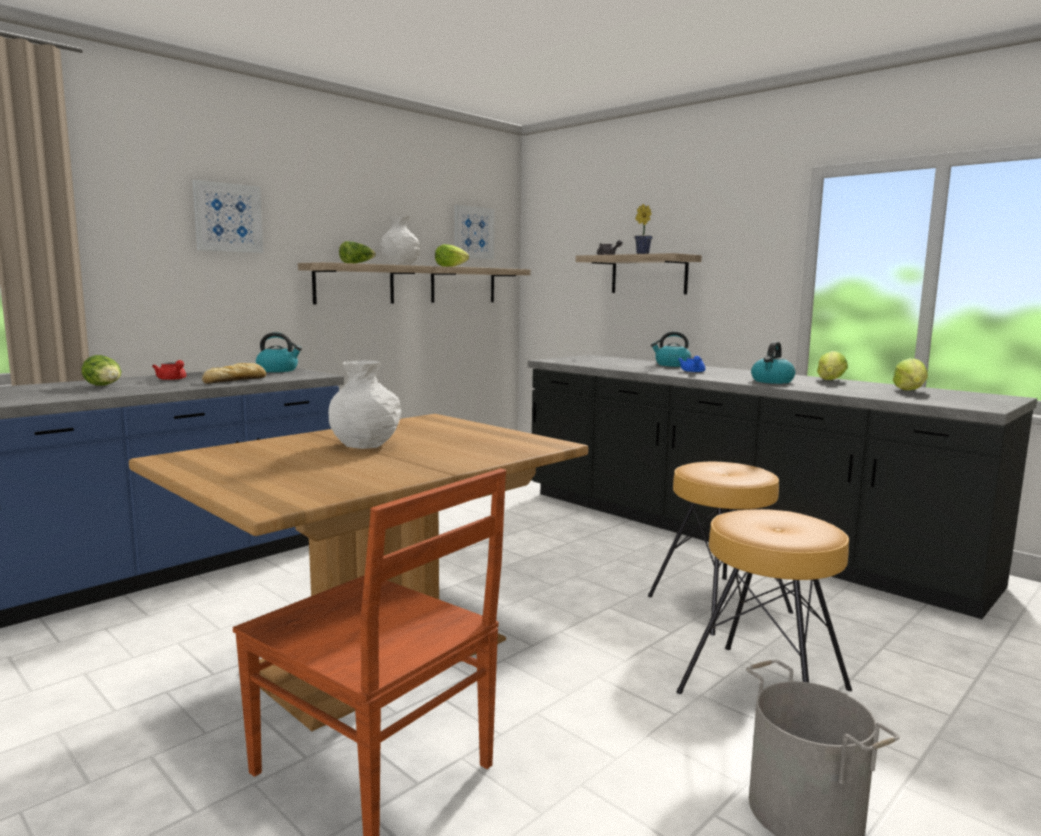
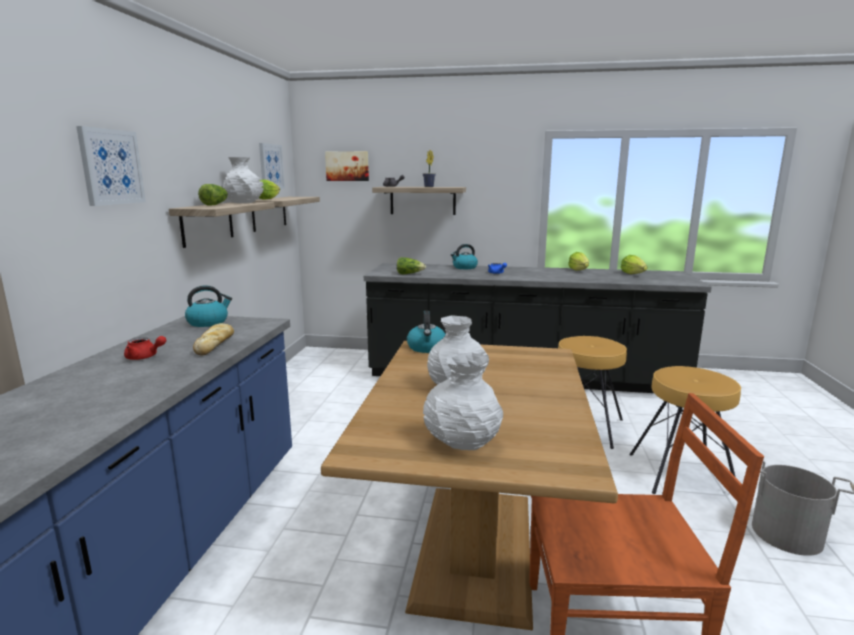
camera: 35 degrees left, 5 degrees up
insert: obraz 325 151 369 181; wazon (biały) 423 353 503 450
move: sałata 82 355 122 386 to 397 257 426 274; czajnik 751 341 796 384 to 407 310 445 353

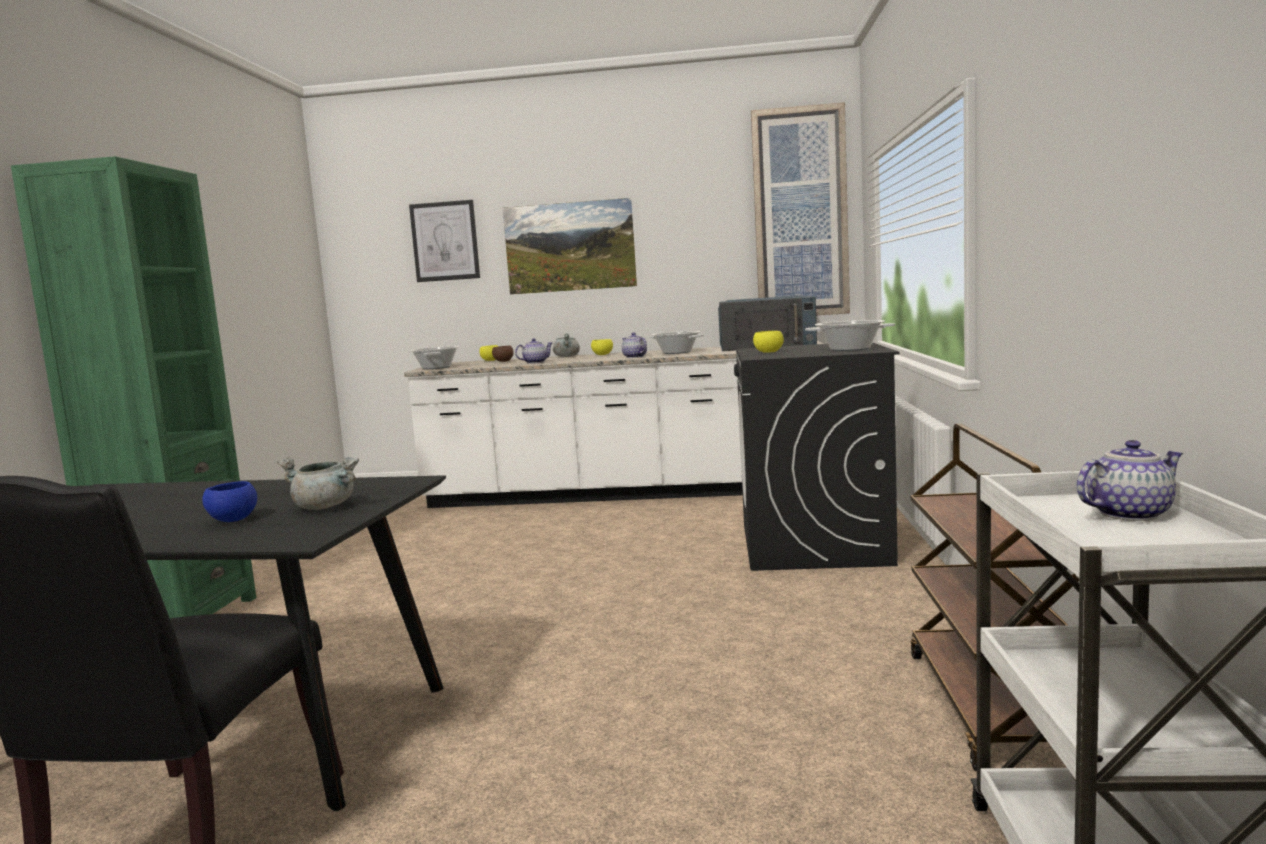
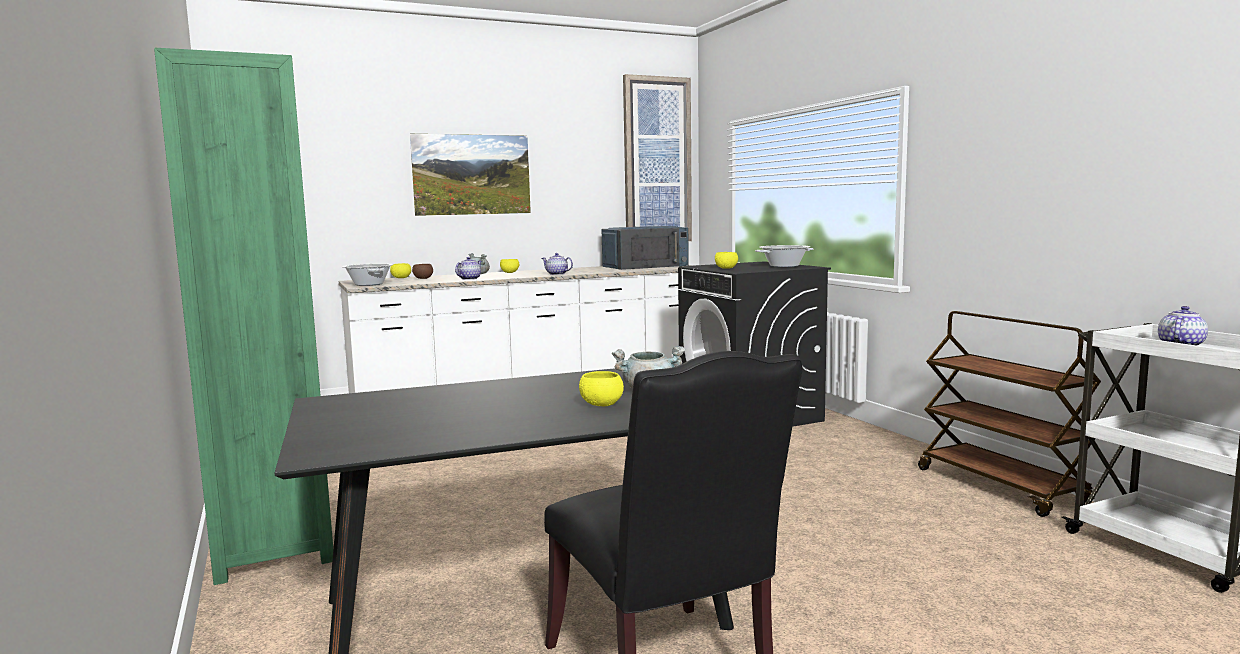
camera: 30 degrees left, 0 degrees up
delete: obraz 409 200 480 282; garnek 649 331 704 354
recolor: miska (niebieski) 202 481 257 522 to miska (żółty) 579 371 624 406

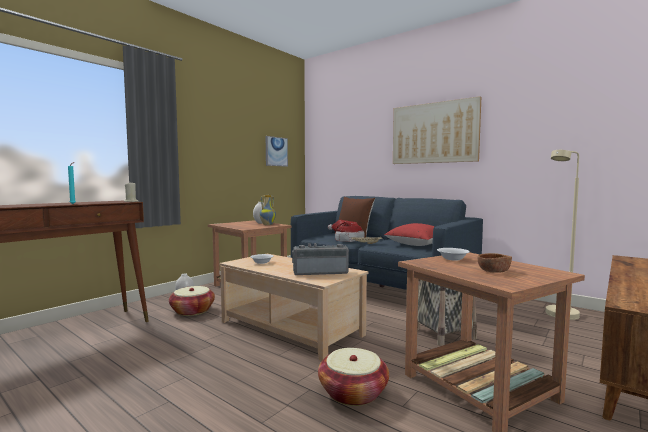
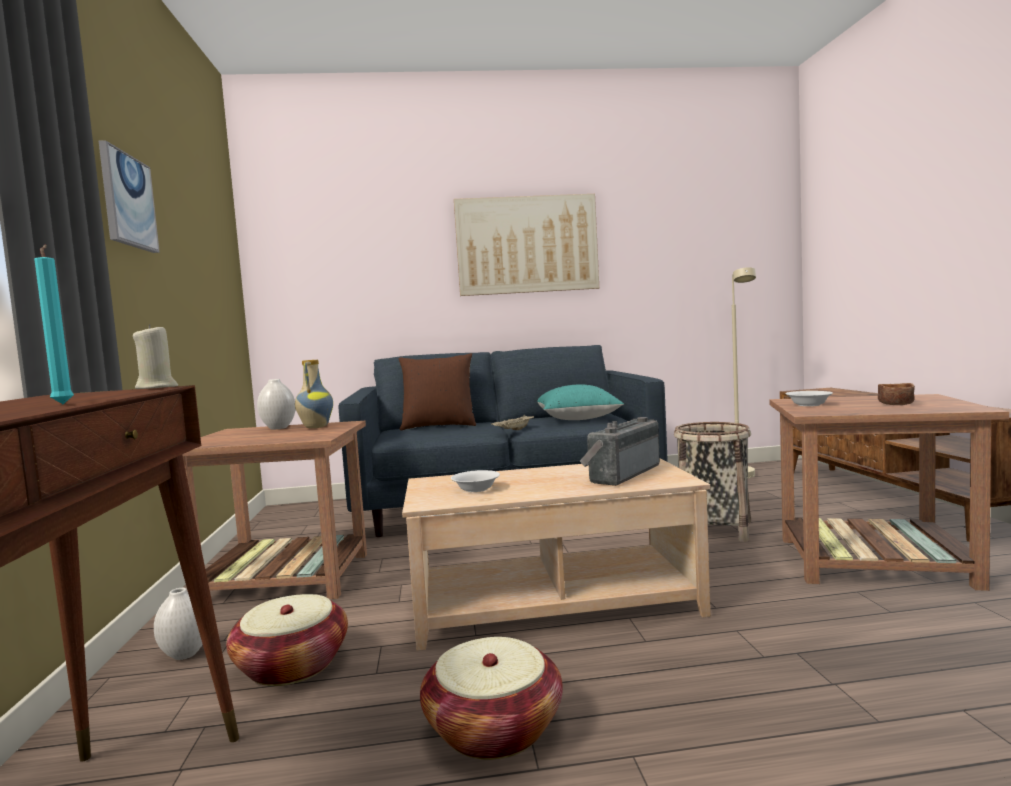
camera: 45 degrees left, 0 degrees up
delete: kapelusz 328 220 364 242
move: obraz 266 136 288 167 to 99 140 160 253; koszyk 318 348 389 406 to 420 637 563 760
recolor: poduszka (czerwony) 384 223 435 246 to poduszka (turkusowy) 537 384 624 420

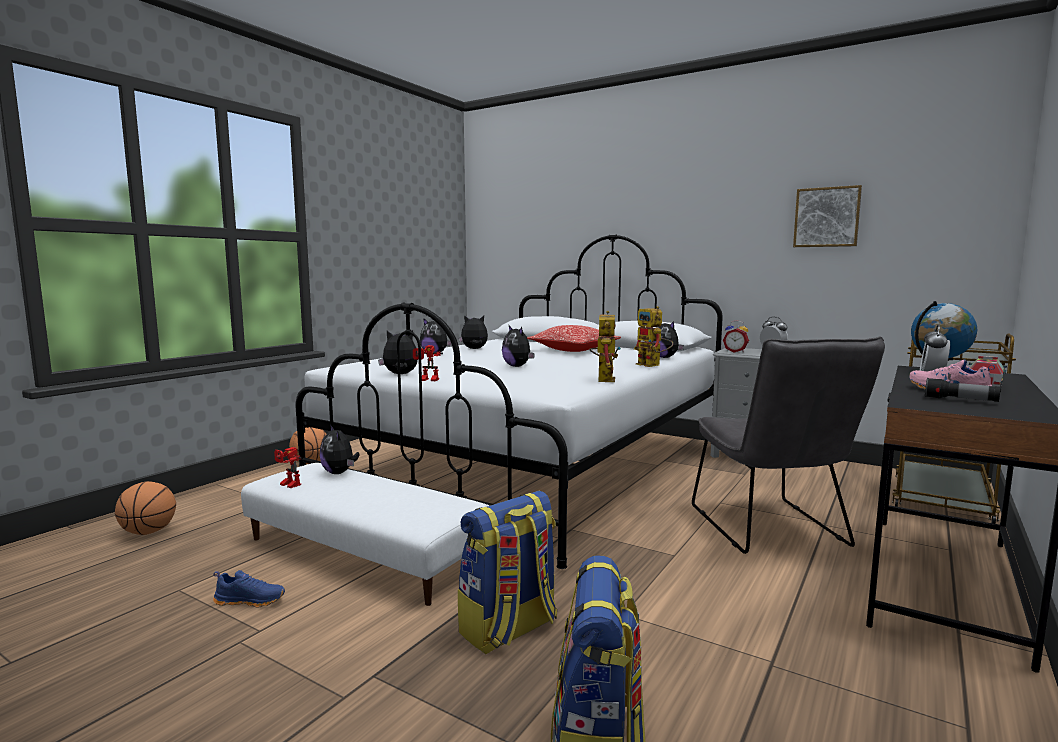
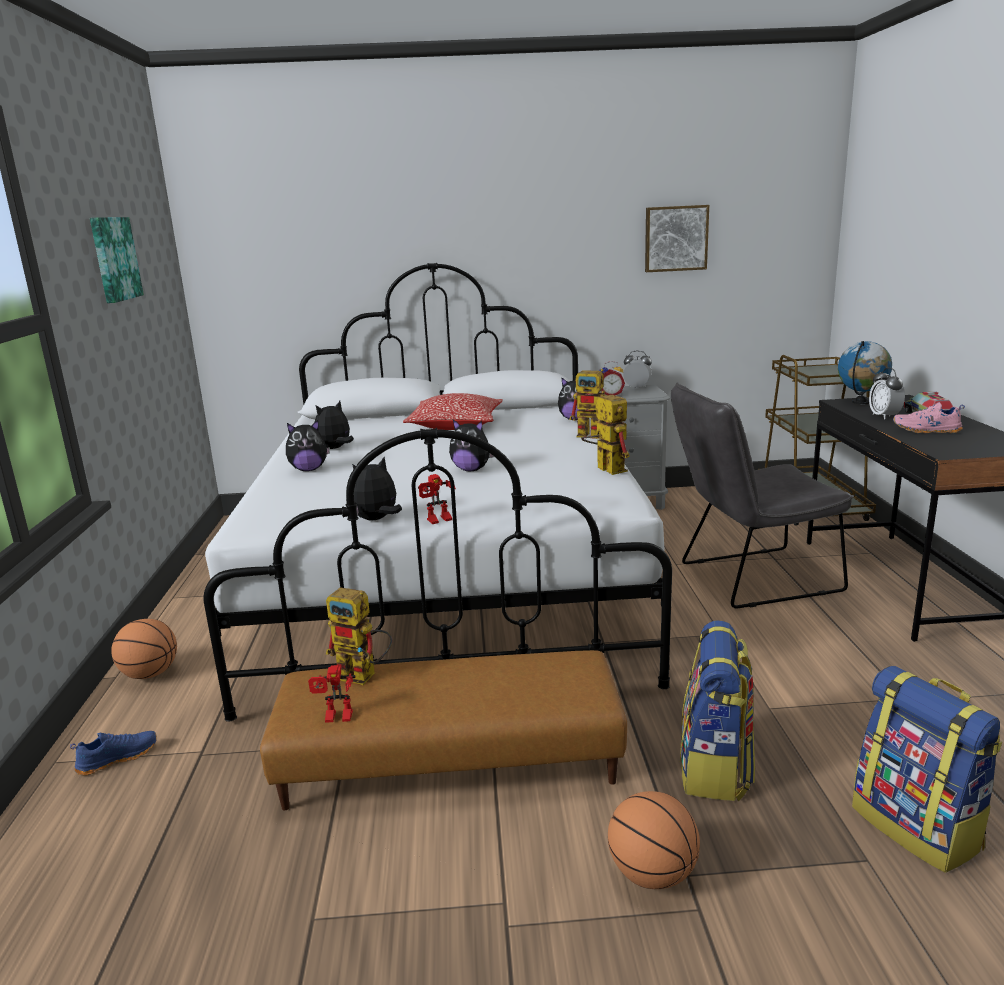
camera: 35 degrees left, 10 degrees up
delete: latarka 925 378 1001 402
insert: obraz 90 217 144 303
move: piłka do koszykówki 115 481 176 535 to 608 791 700 889; but (niebieski) 213 570 285 608 to 70 731 157 775
replace: pluszak 320 425 359 474 to robot zabawkowy 326 587 393 685
recolor: pufa (biały) 241 463 490 606 to pufa (brązowy) 260 650 627 810
rotate: krzesło (szary) 692 336 885 554 = 671 383 854 608 120 degrees clockwise

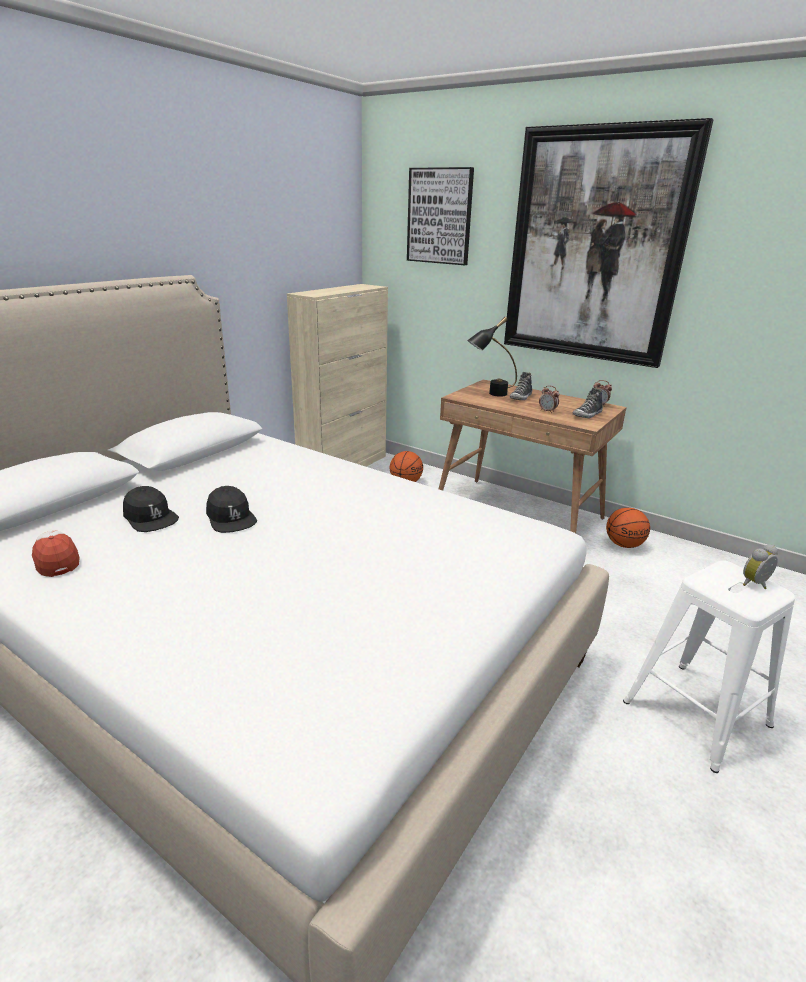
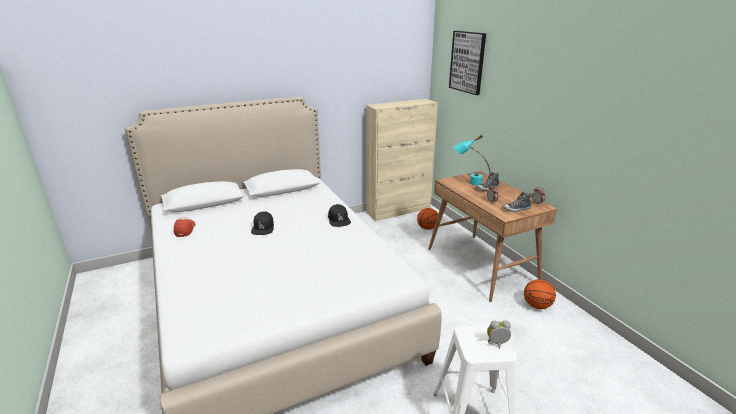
camera: 30 degrees right, 0 degrees up
delete: obraz 504 118 714 368
move: czapka z daszkiem (czarny) 123 486 179 532 to 328 204 351 227
recolor: lampa stołowa (czarny) 467 317 517 397 to lampa stołowa (turkusowy) 454 135 490 186

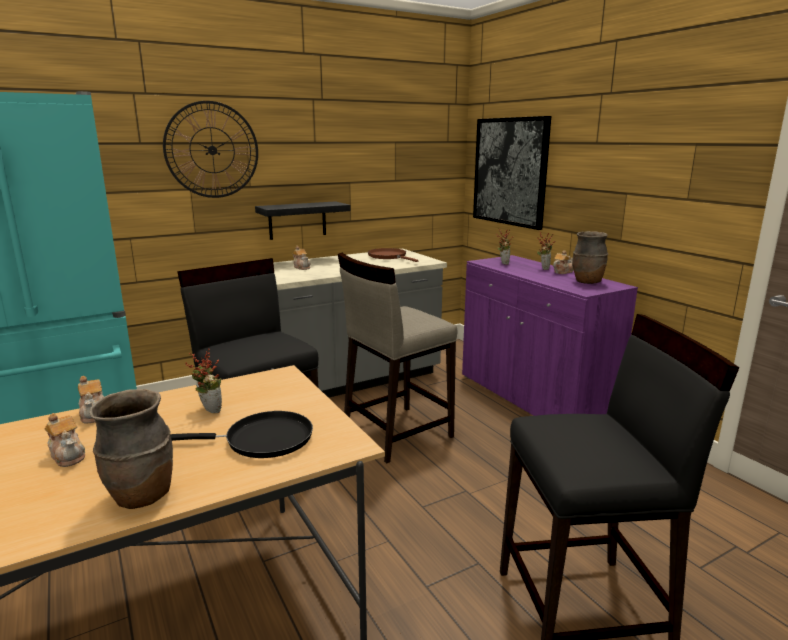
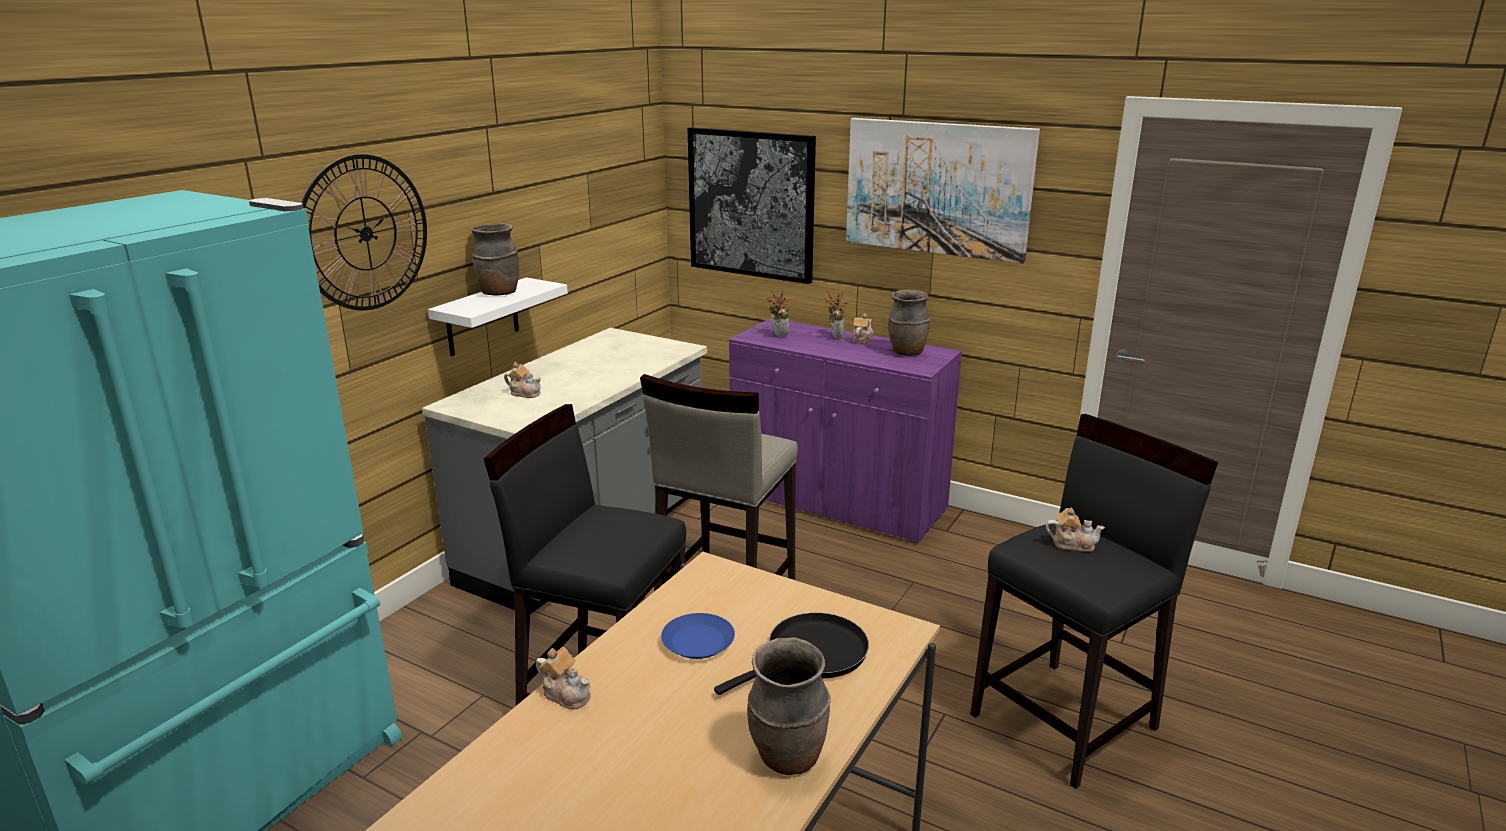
camera: 30 degrees left, 5 degrees up
delete: patelnia (brązowy) 368 248 418 262
insert: wazon (brązowy) 472 223 519 296; obraz 846 118 1040 264
move: imbryk 45 413 85 467 to 1046 508 1105 552
replace: roślina doniczkowa 185 349 222 413 to talerz (niebieski) 661 613 735 659
recolor: półka (czarny) 255 201 351 240 to półka (biały) 428 277 568 356

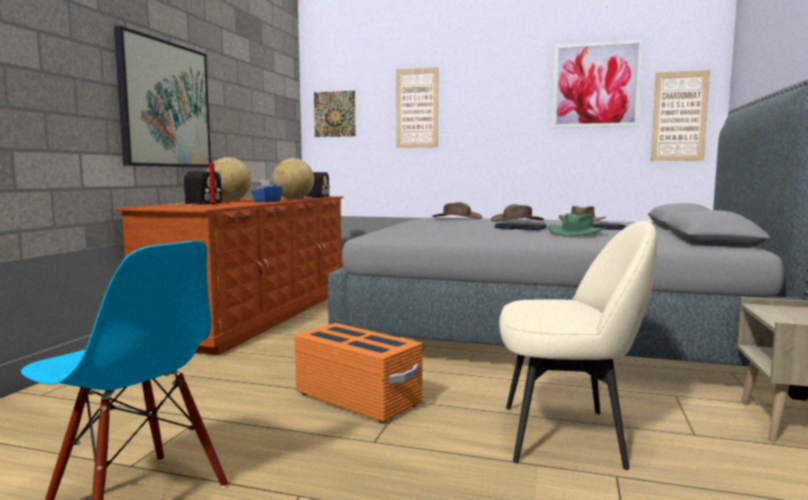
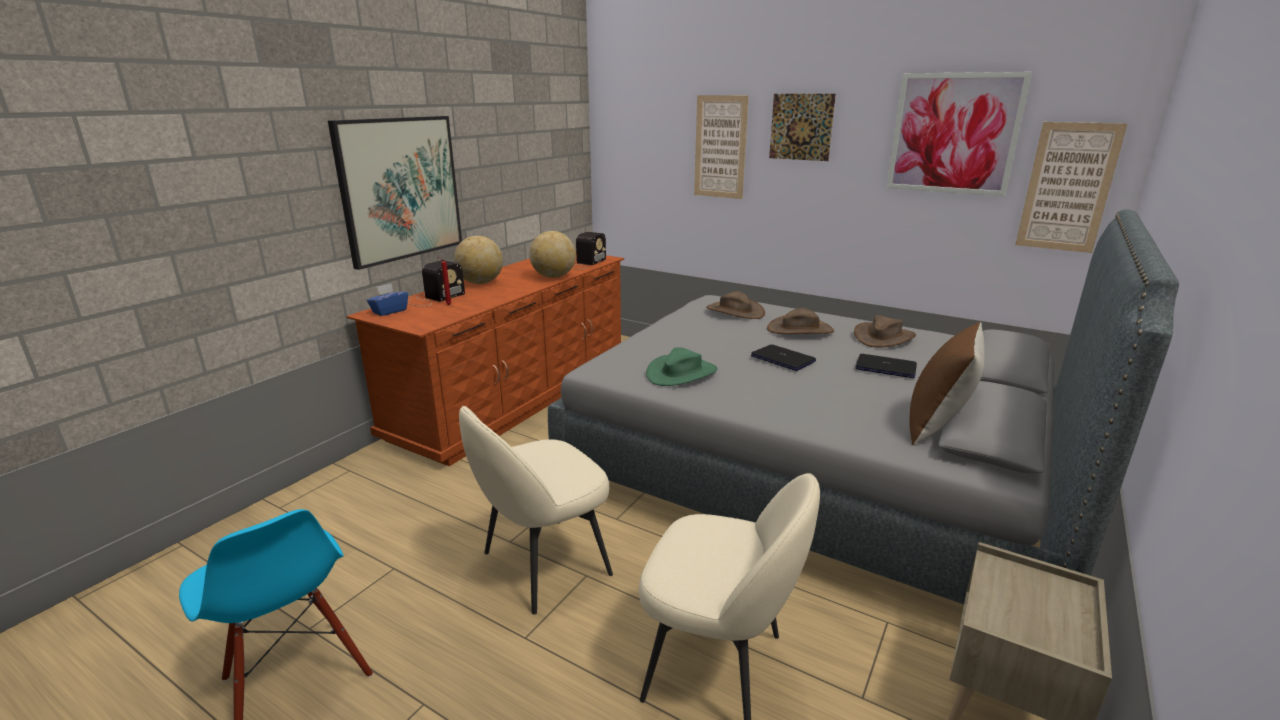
camera: 15 degrees right, 15 degrees up
insert: poduszka (brązowy) 909 322 985 445
move: pudełko chusteczek (niebieski) 251 179 283 202 to 367 284 408 316; obraz 314 91 356 137 to 769 94 836 161; kapelusz (zielony) 548 213 607 237 to 646 347 718 386
replace: pojemnik do przechowywania (pomarańczowy) 295 323 423 423 to krzesło (beżowy) 459 406 613 615

